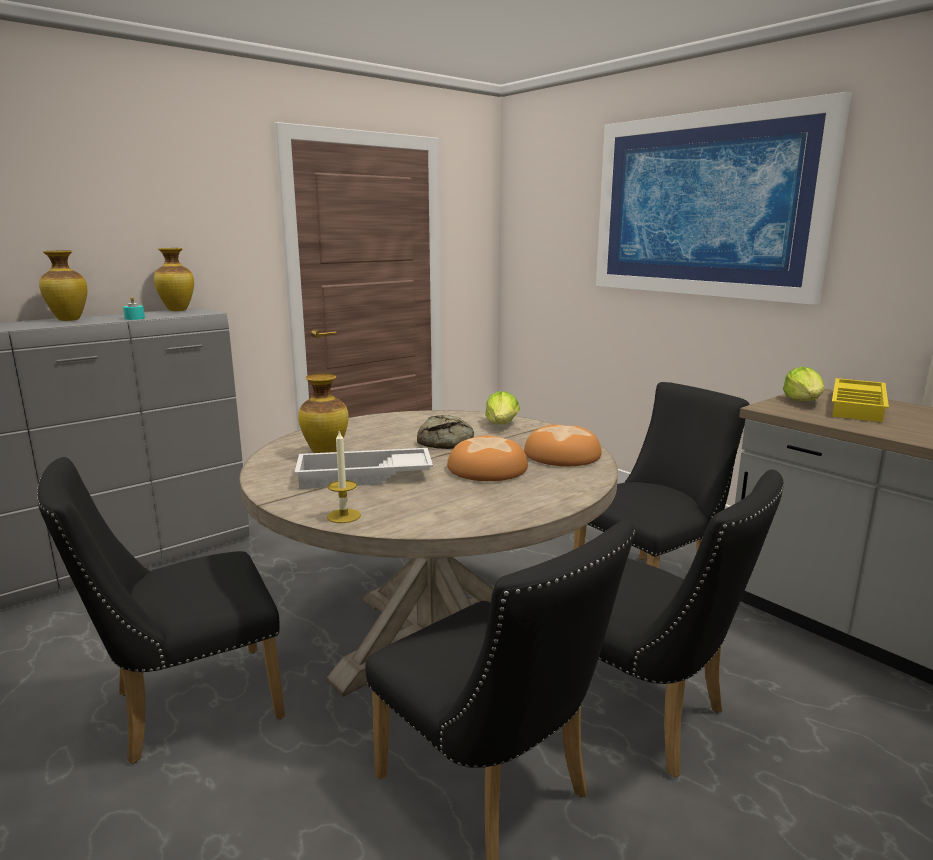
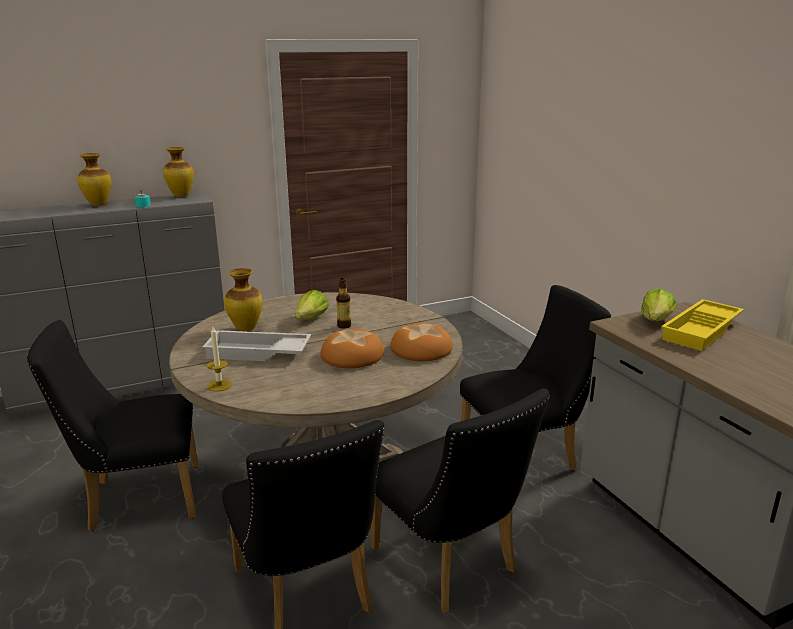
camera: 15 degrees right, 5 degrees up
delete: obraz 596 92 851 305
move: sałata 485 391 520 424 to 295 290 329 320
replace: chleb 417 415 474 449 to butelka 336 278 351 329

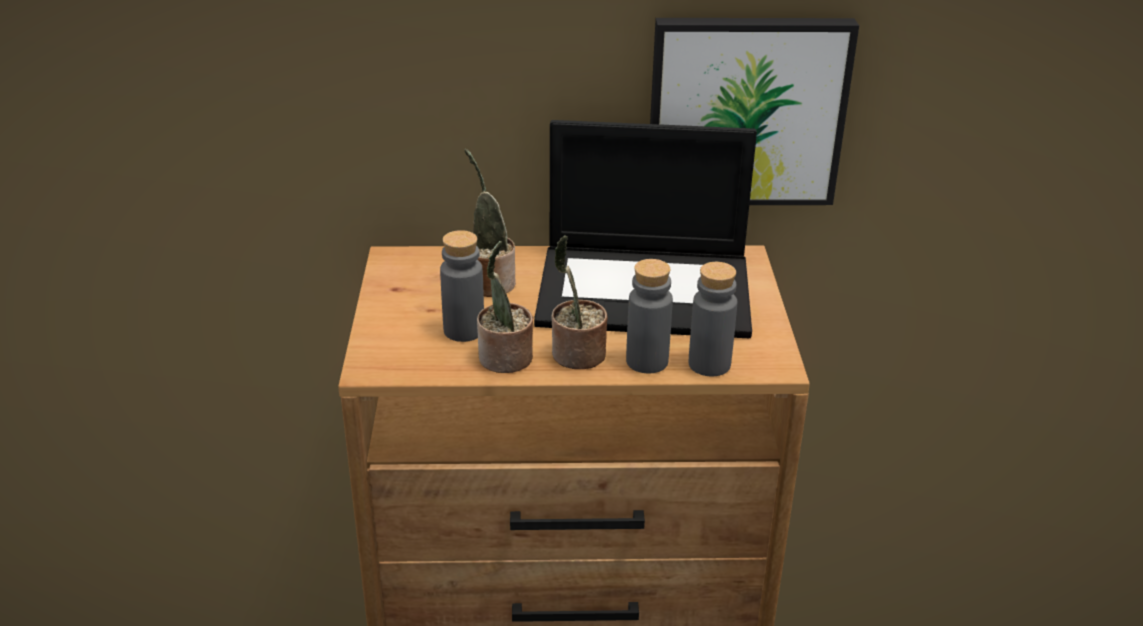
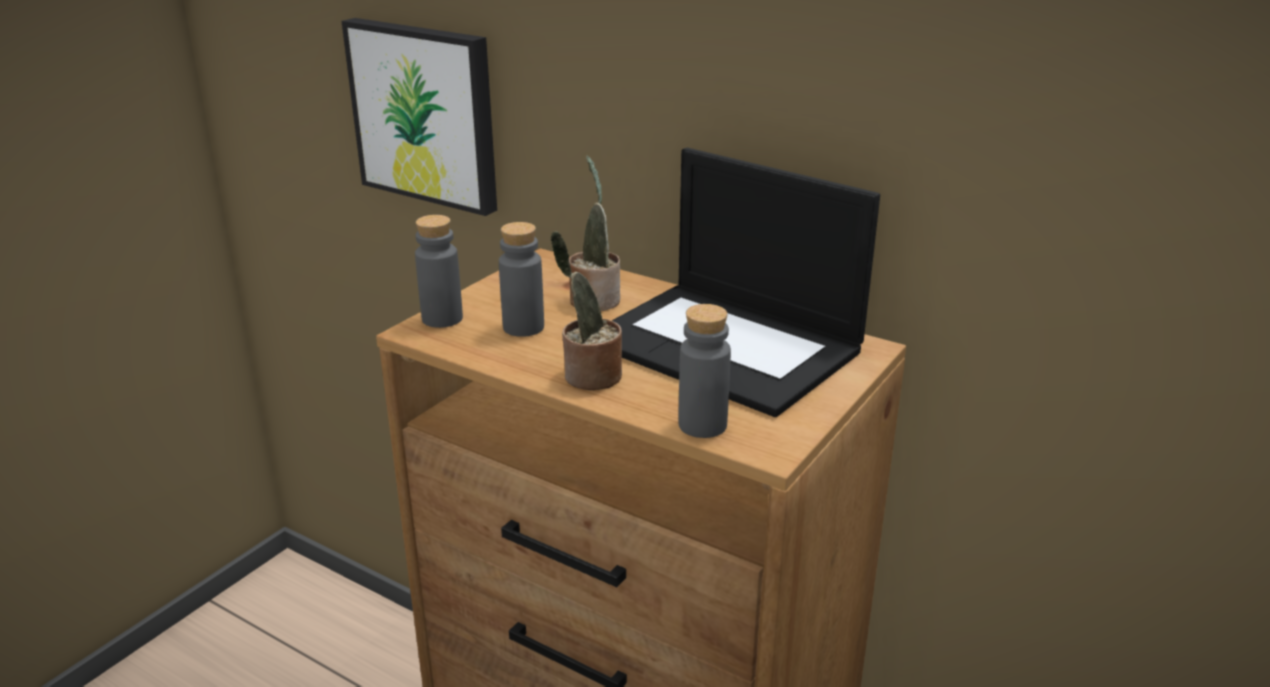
camera: 35 degrees right, 5 degrees down
delete: roślina doniczkowa 477 241 533 373
move: butelka (szary) 626 259 673 373 to 415 215 463 328; obraz 650 18 859 205 to 341 18 497 216

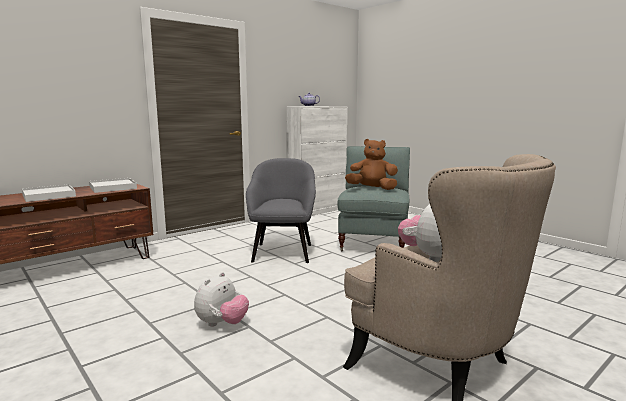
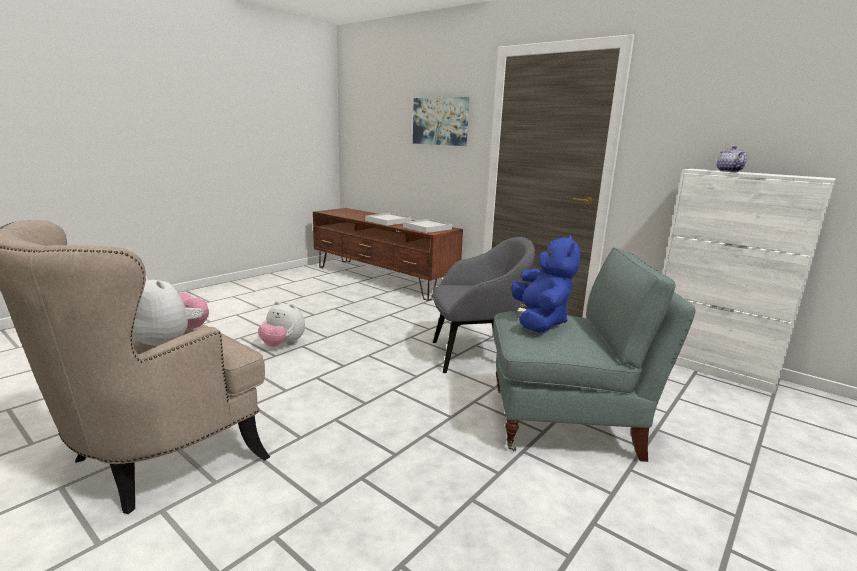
camera: 80 degrees right, 5 degrees up
insert: obraz 413 97 469 146
recolor: pluszak (brązowy) 345 139 398 190 to pluszak (niebieski) 511 235 580 333

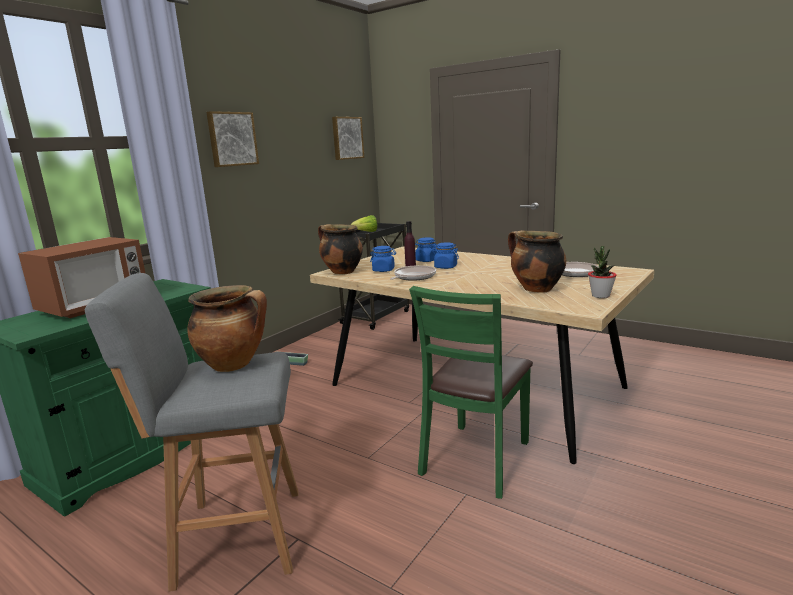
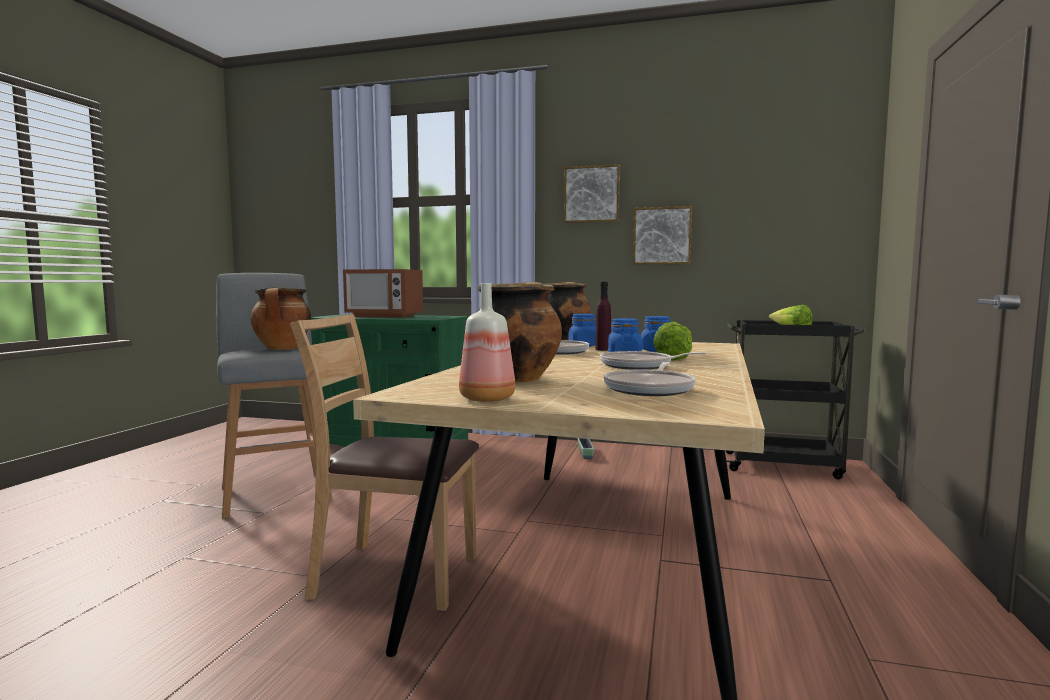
camera: 70 degrees right, 10 degrees down
insert: patelnia 600 351 706 370; sałata 653 322 692 360
move: obraz 332 117 364 160 to 633 206 692 265
replace: roślina doniczkowa 588 246 617 298 to butelka 459 283 515 402
recolor: krzesło (zielony) 409 286 533 499 to krzesło (brązowy) 290 314 479 611

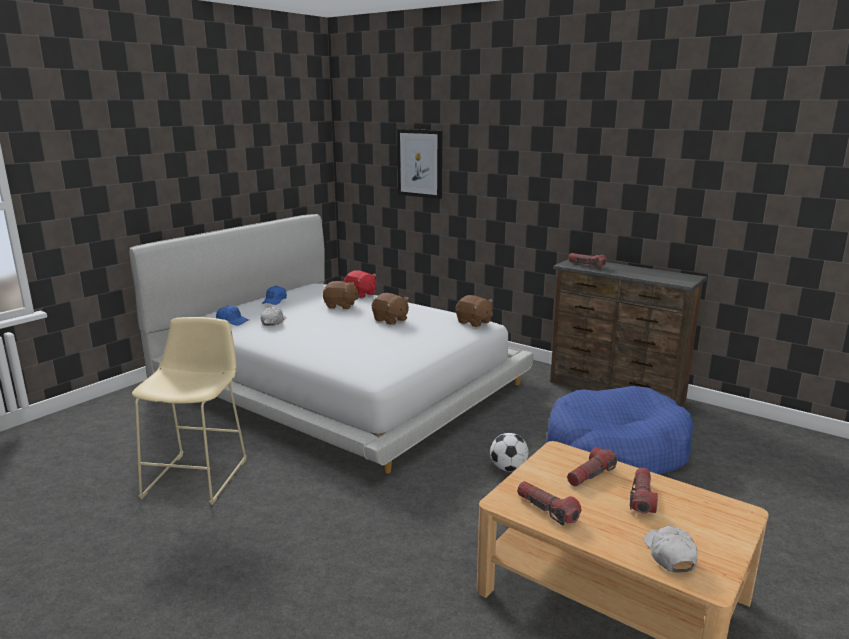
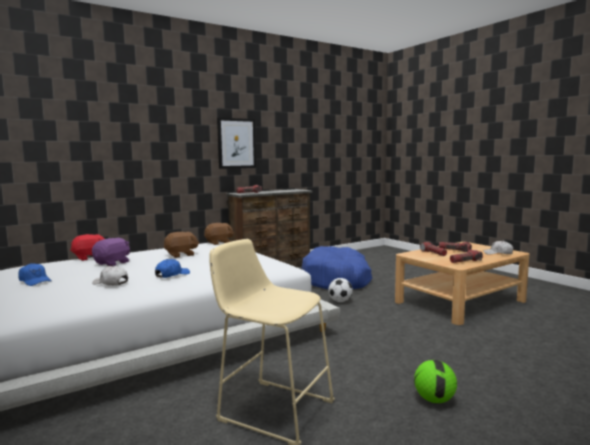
camera: 70 degrees left, 10 degrees down
insert: piłka futbolowa 414 360 457 403
move: czapka z daszkiem (niebieski) 216 305 249 326 to 155 259 190 278; obraz 397 129 442 199 to 217 118 256 169
recolor: pluszak (brązowy) 323 281 360 309 to pluszak (fioletowy) 92 238 130 266

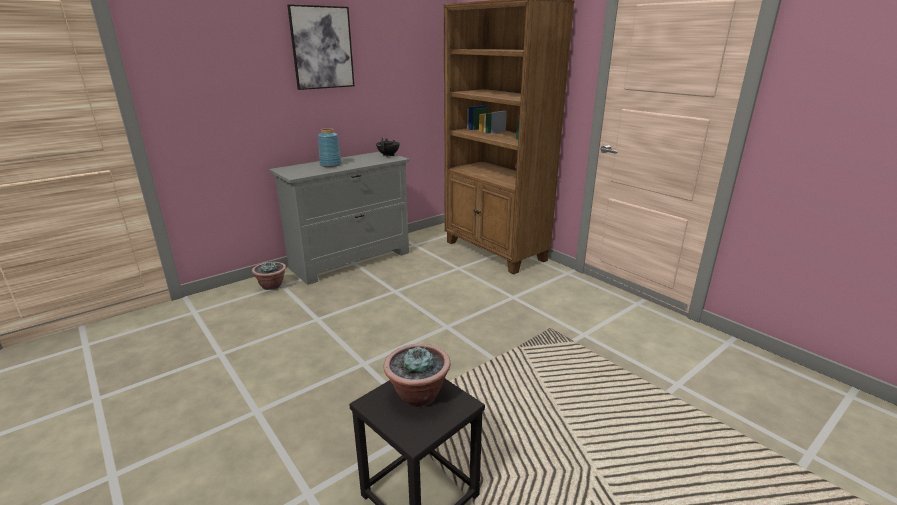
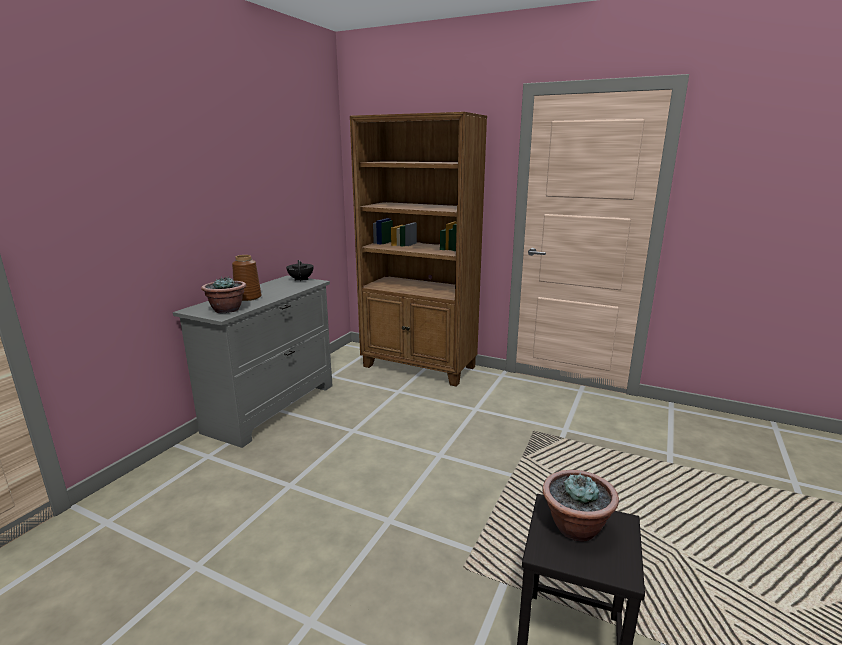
camera: 25 degrees left, 5 degrees down
delete: obraz 287 4 354 90
move: roślina doniczkowa 252 261 286 290 to 201 276 246 313
recolor: wazon (niebieski) 318 128 342 167 to wazon (brązowy) 232 255 262 301

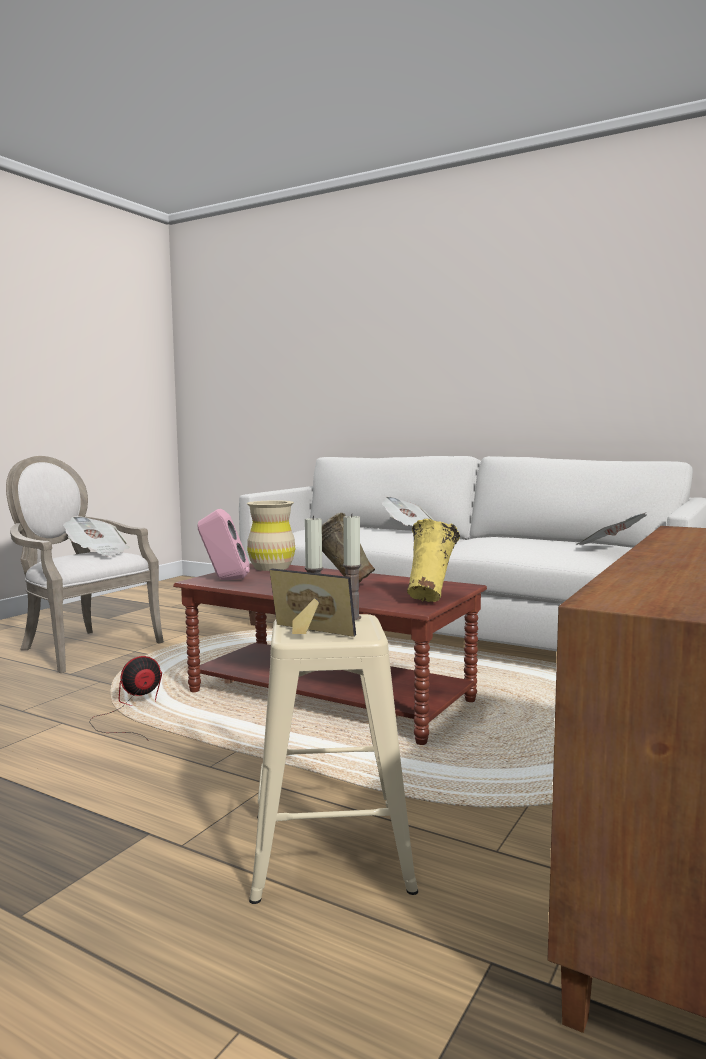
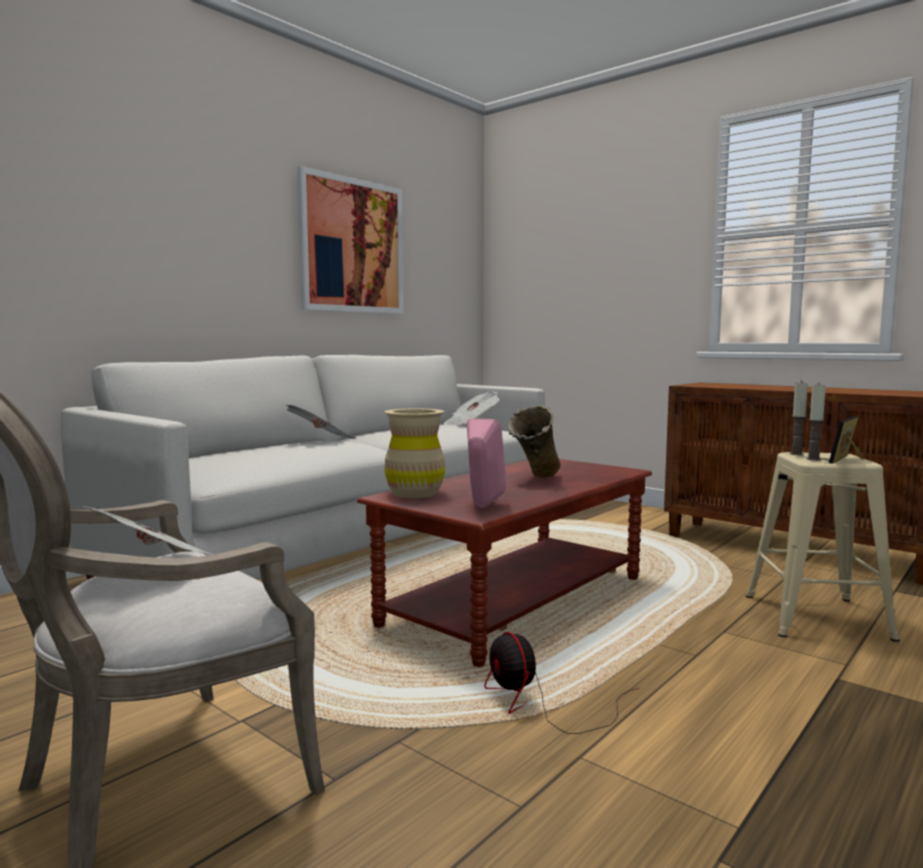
camera: 80 degrees left, 0 degrees up
delete: wazon (żółty) 407 519 460 602
insert: obraz 297 166 403 314

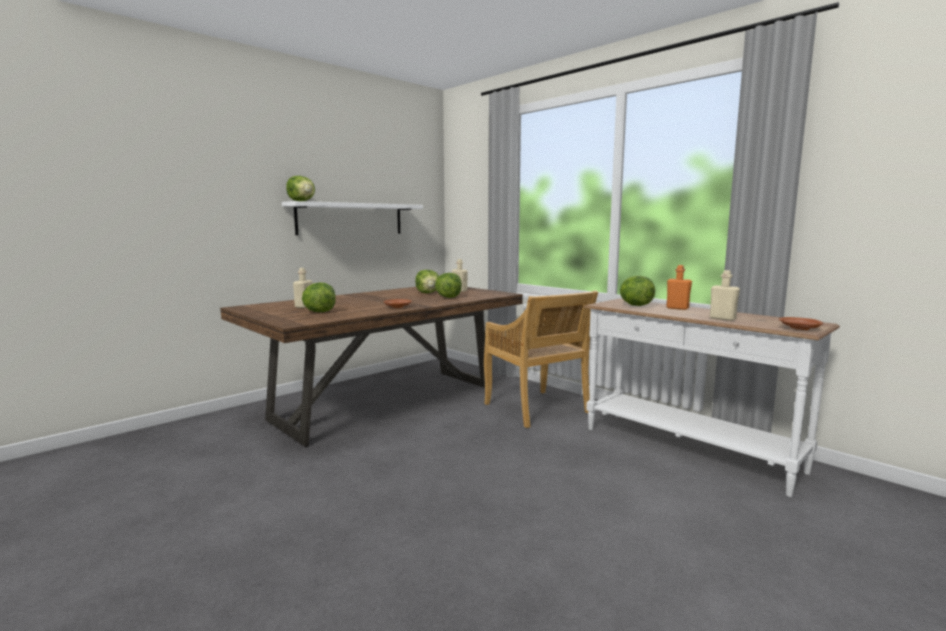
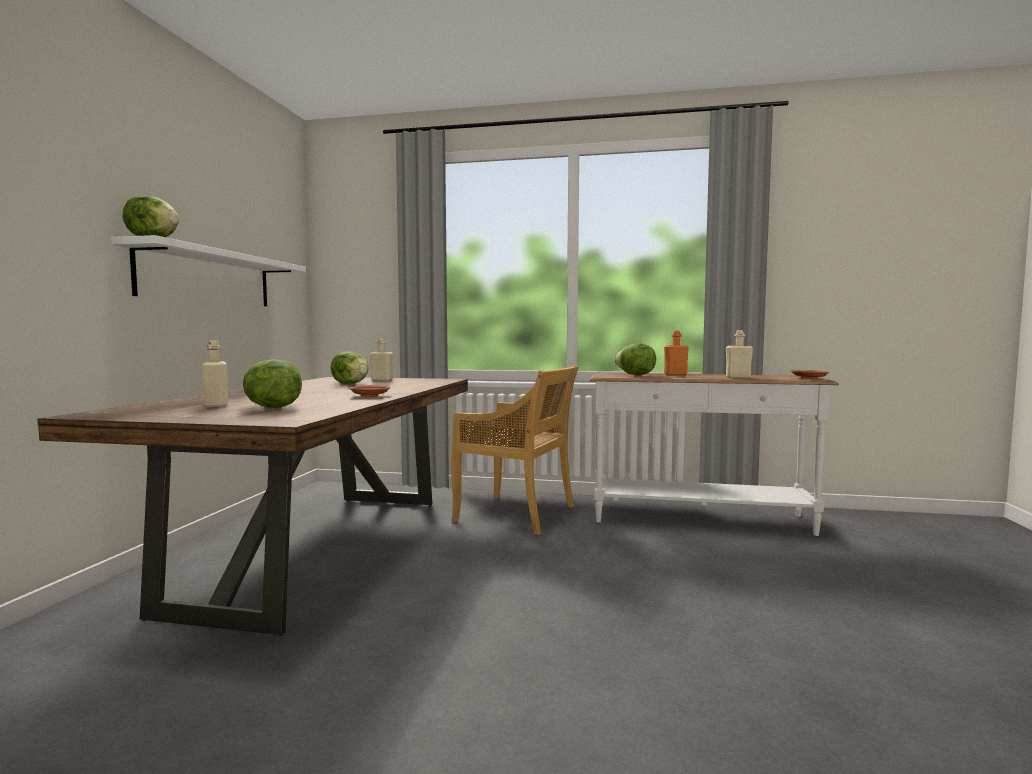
camera: 35 degrees left, 5 degrees down
delete: sałata 435 273 462 298

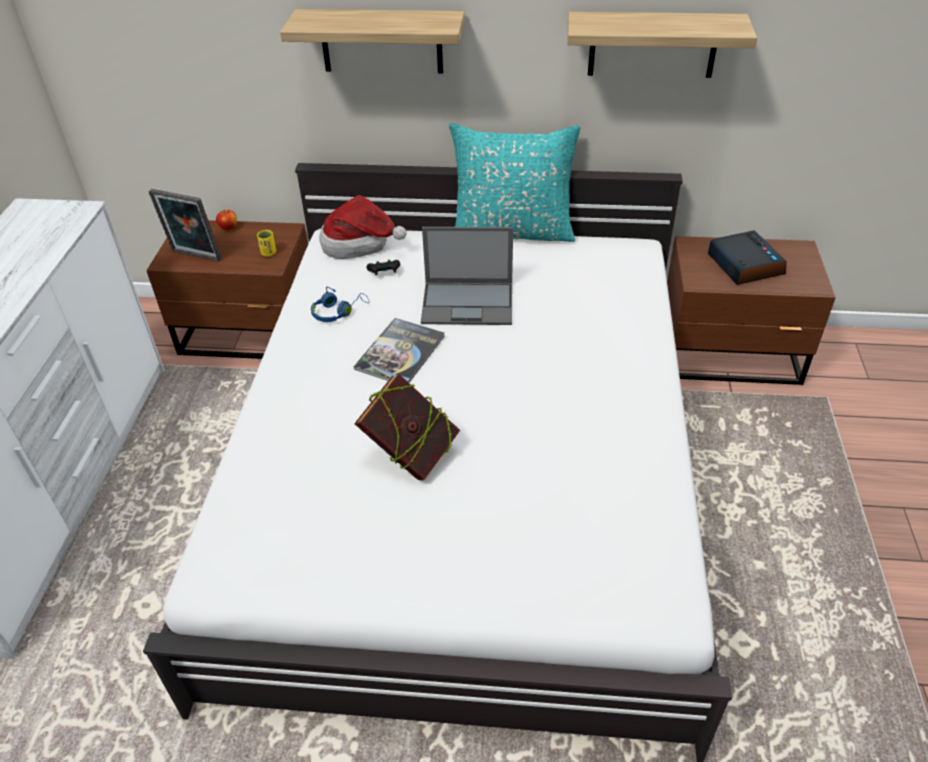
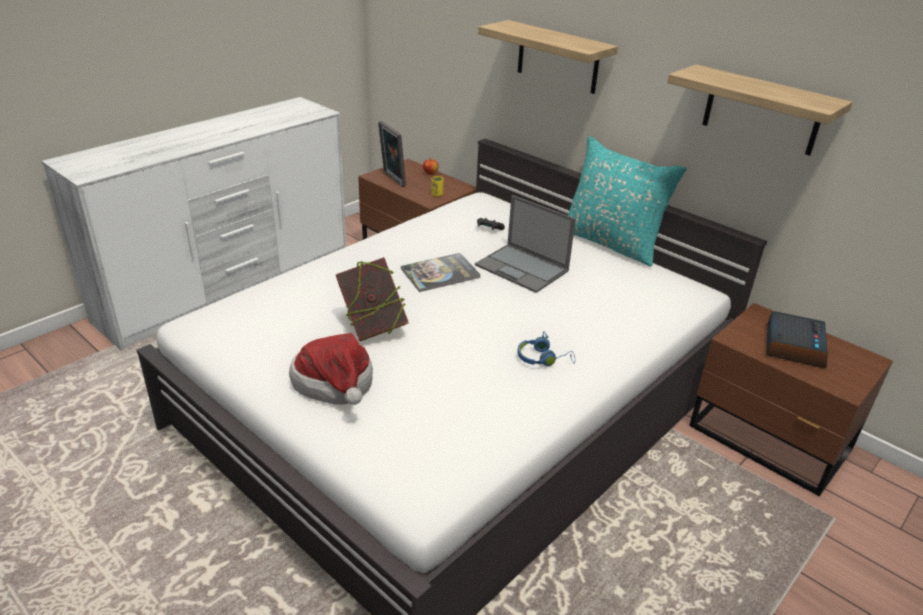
camera: 35 degrees right, 10 degrees down
move: słuchawki (niebieski) 311 287 369 322 to 517 331 575 366; kapelusz 319 195 407 259 to 289 333 373 405

